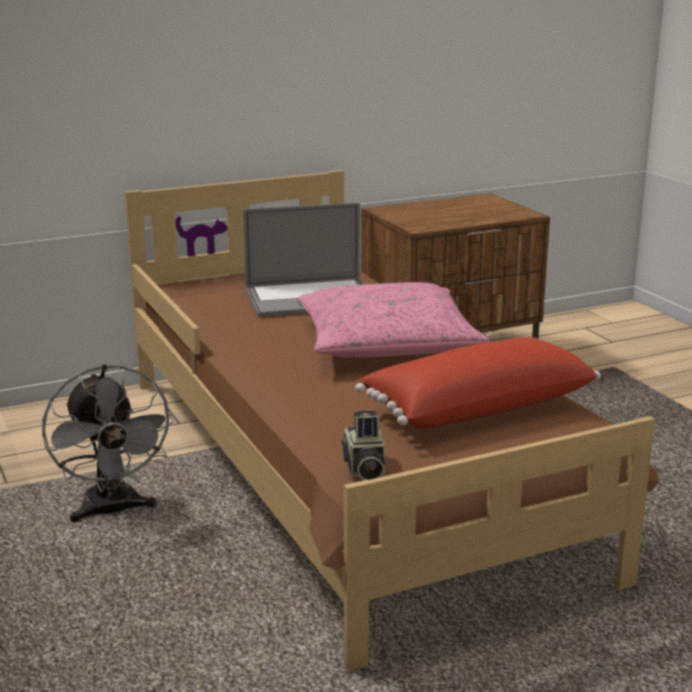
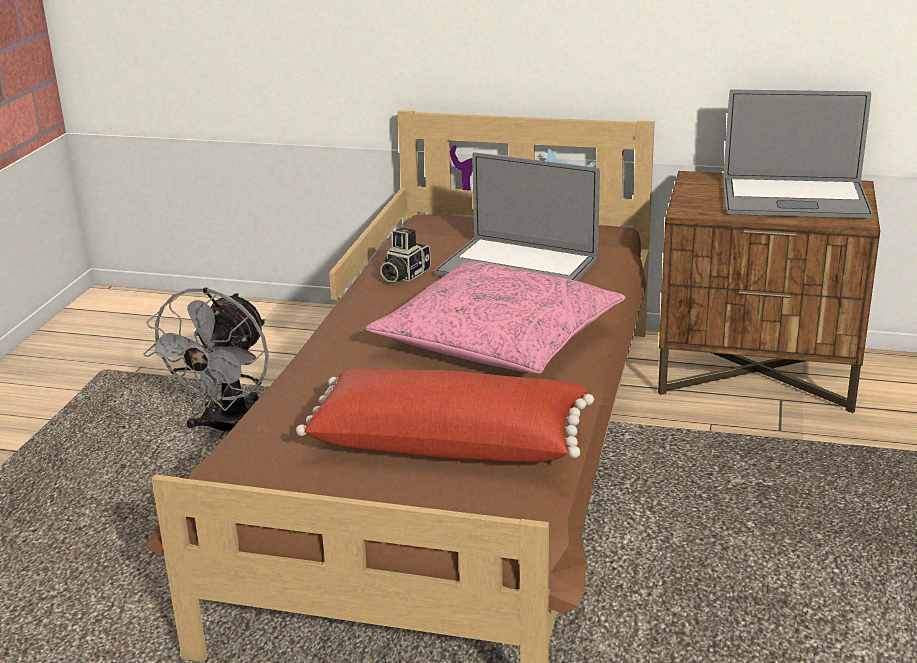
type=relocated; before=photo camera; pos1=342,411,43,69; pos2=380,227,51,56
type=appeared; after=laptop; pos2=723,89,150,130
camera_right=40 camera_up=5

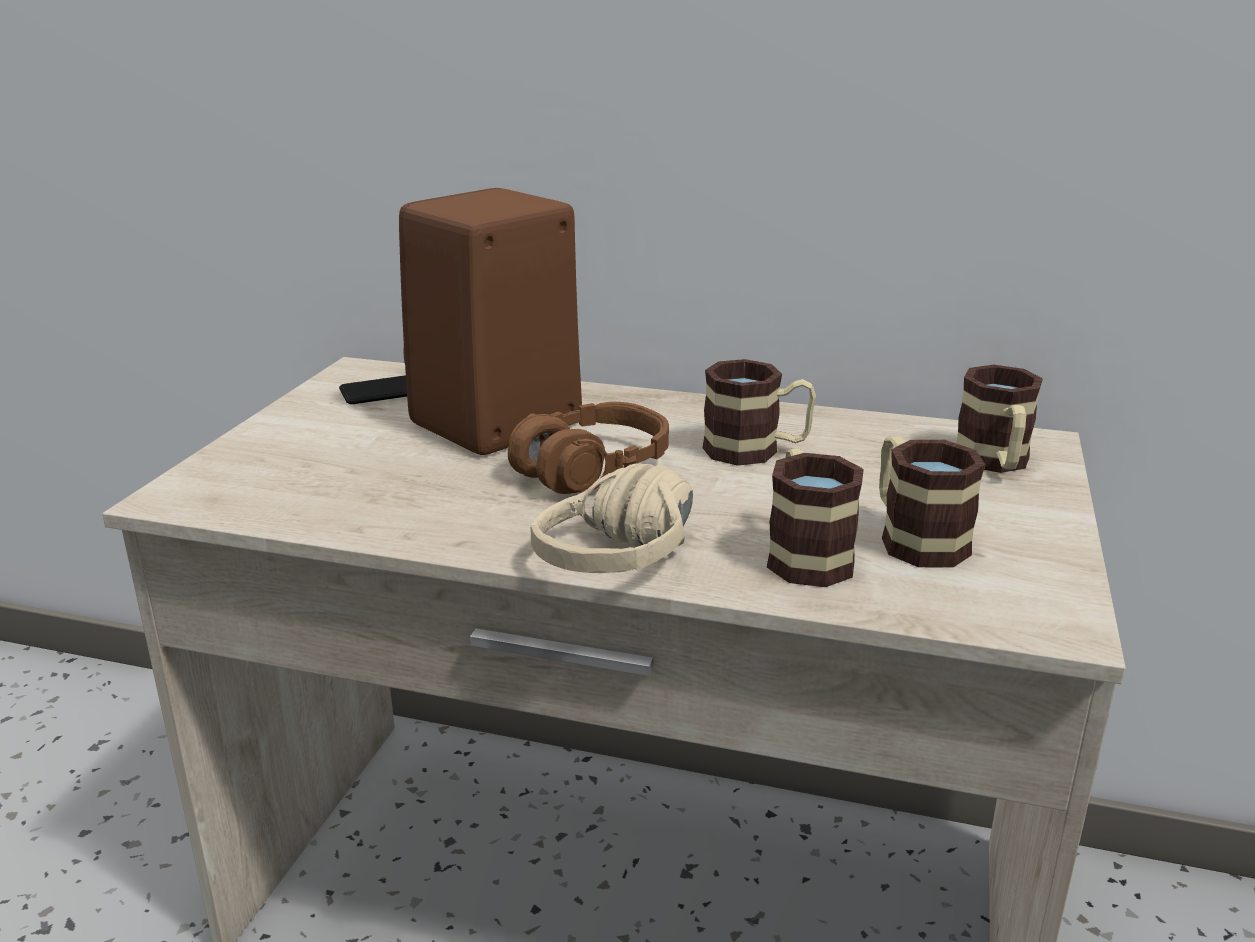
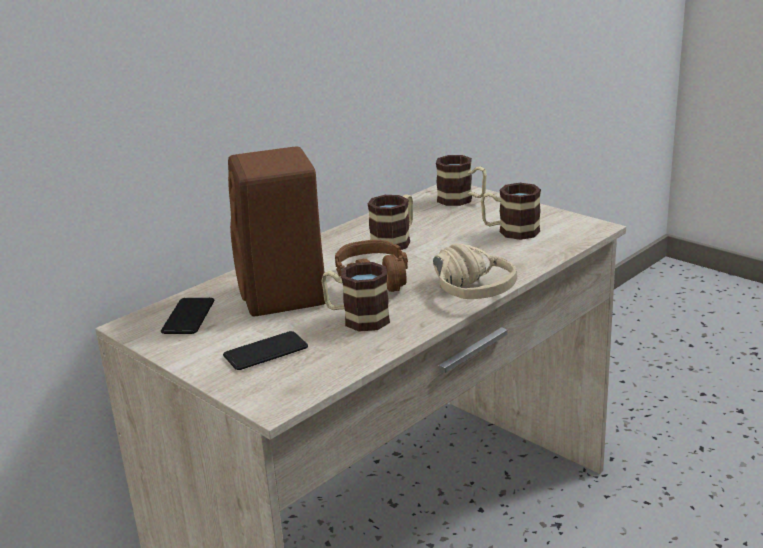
type=relocated; before=mug; pos1=767,449,97,138; pos2=321,262,69,70
type=appeared; after=phone; pos2=223,331,85,39
camera_right=-60 camera_up=0

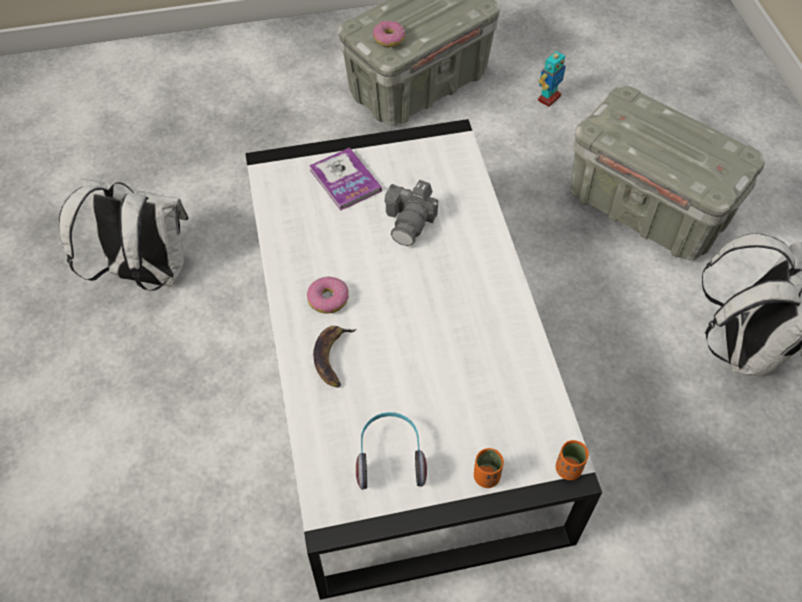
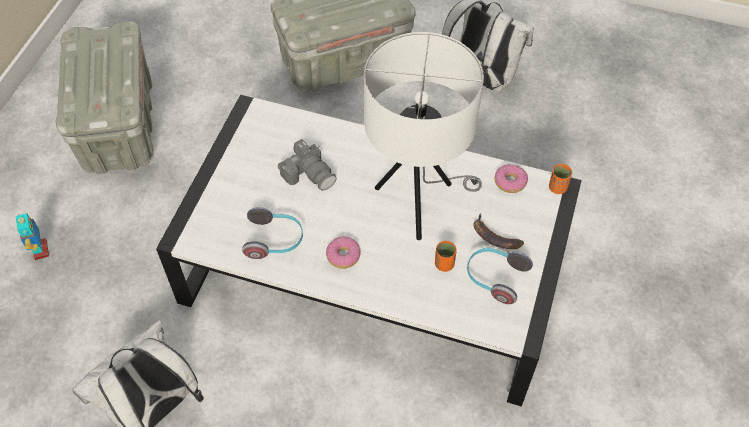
type=missing; before=book; pos1=309,147,73,63
type=relocated; before=banana; pos1=313,326,43,62; pos2=473,213,51,36
type=relocated; before=donut; pos1=373,21,32,26; pos2=494,164,34,29
type=relocated; before=orange cup; pos1=474,448,30,40; pos2=435,241,22,31
type=relocated; before=toy robot; pos1=538,49,28,58; pos2=16,213,33,47
type=appeared; after=headphones; pos2=242,207,61,52
type=appeared; after=white table lamp; pos2=364,32,120,208
camera_right=-60 camera_up=0

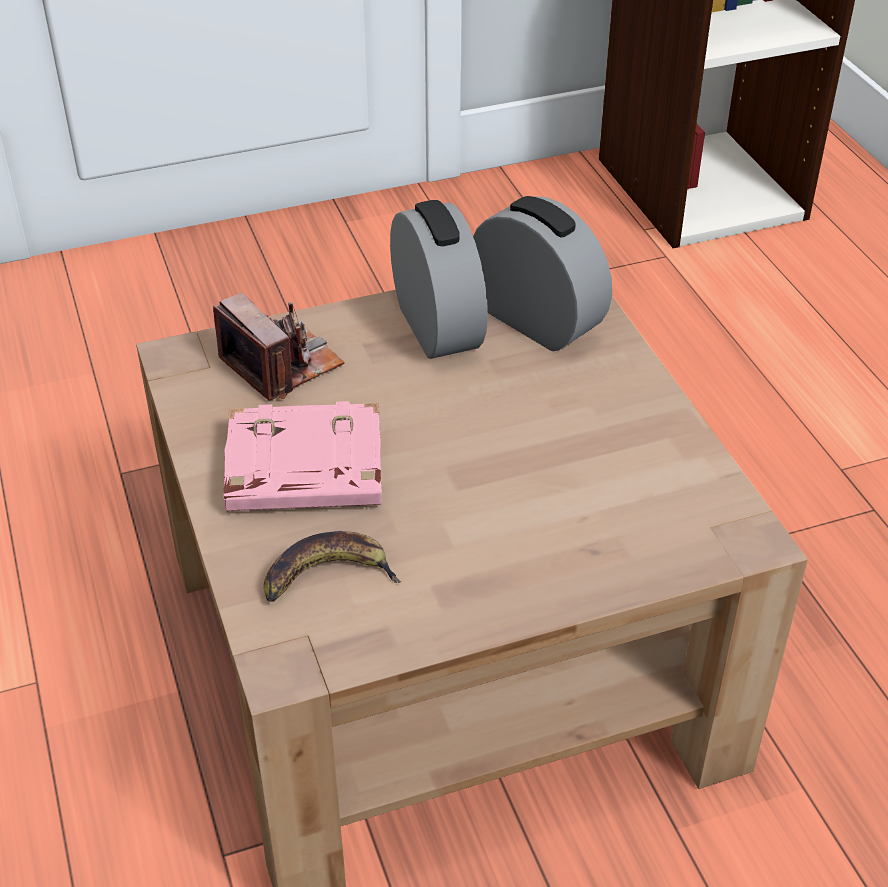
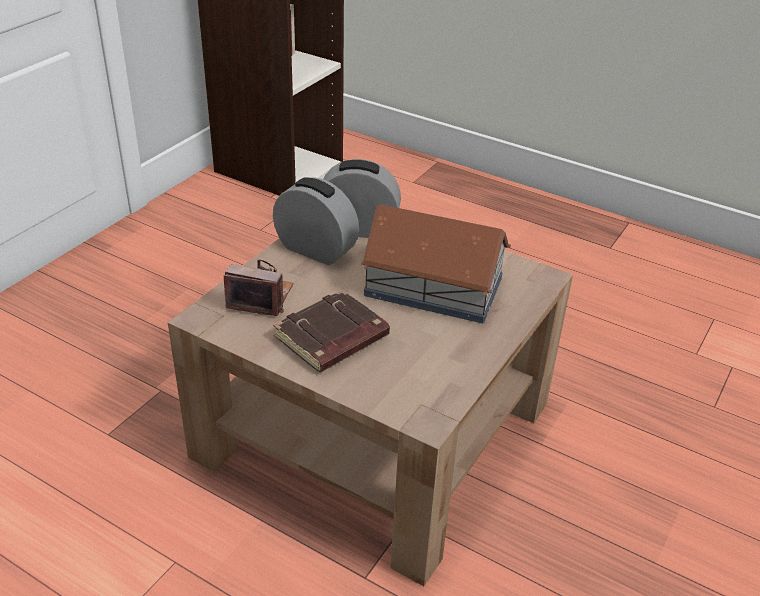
type=colour; before=pink book; after=brown book; pos1=224,401,158,110; pos2=273,290,117,82
type=missing; before=banana; pos1=264,531,137,71
type=appeared; after=toy house; pos2=360,204,151,120
camera_right=-40 camera_up=-5

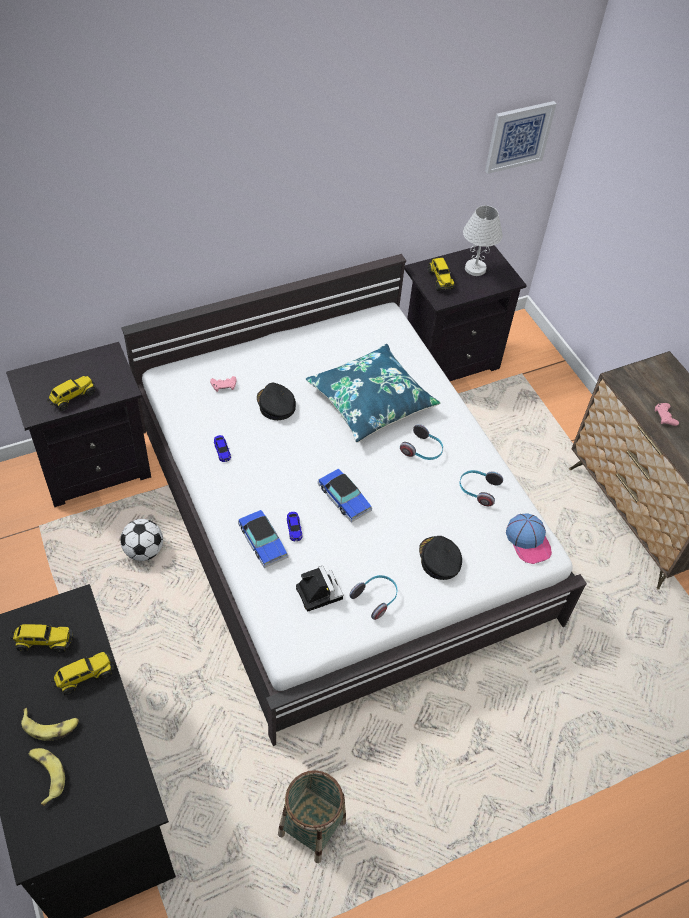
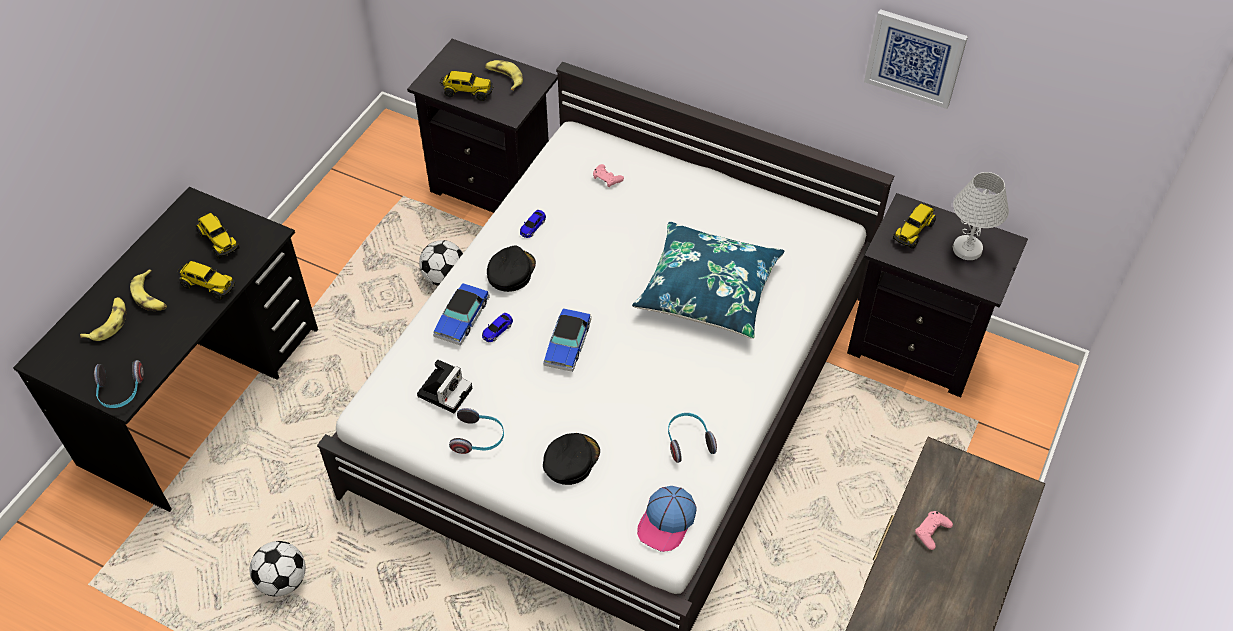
type=relocated; before=black cap; pos1=257,383,39,37; pos2=487,246,49,46
type=exchanged; before=basket; after=football; pos1=278,770,68,93; pos2=249,541,57,55
type=relocated; before=headphones; pos1=400,424,43,36; pos2=94,360,50,48
type=relocated; before=picture; pos1=485,101,71,73; pos2=864,9,104,100
type=appeared; after=banana; pos2=485,60,38,30
camera_right=55 camera_up=0

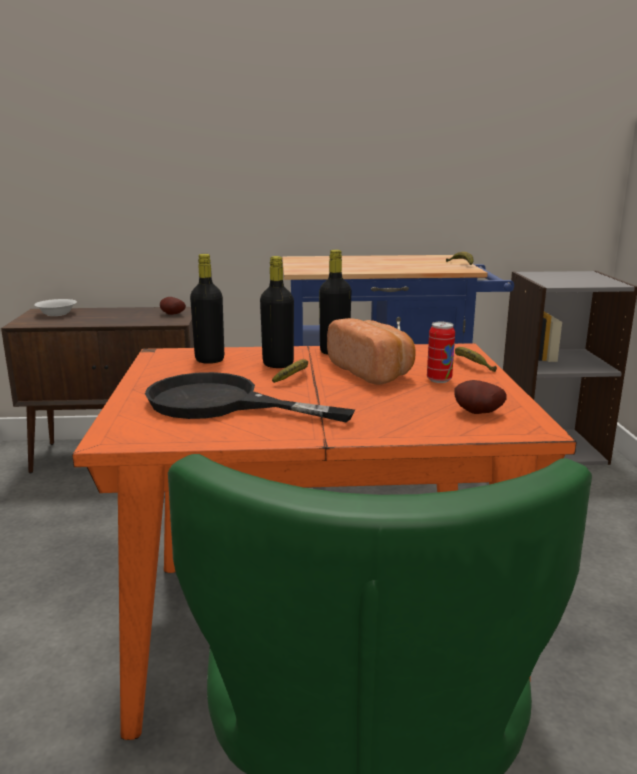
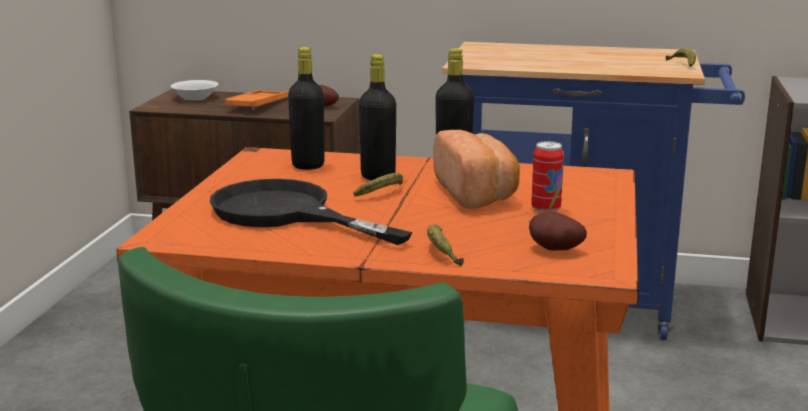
type=relocated; before=banana; pos1=455,347,42,25; pos2=427,224,37,42
type=appeared; after=orange tray; pos2=225,90,64,20
camera_right=15 camera_up=0

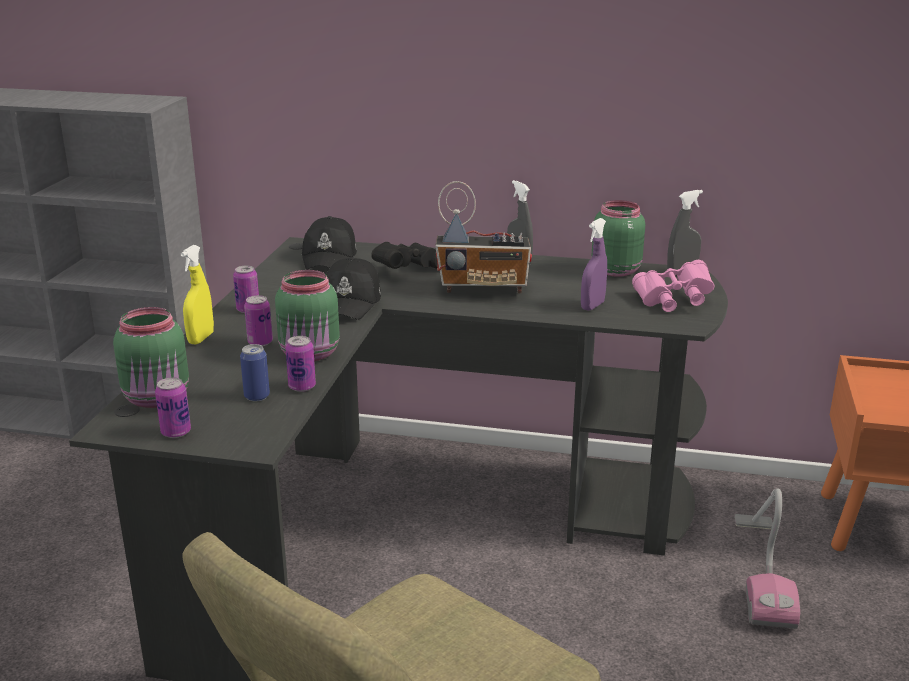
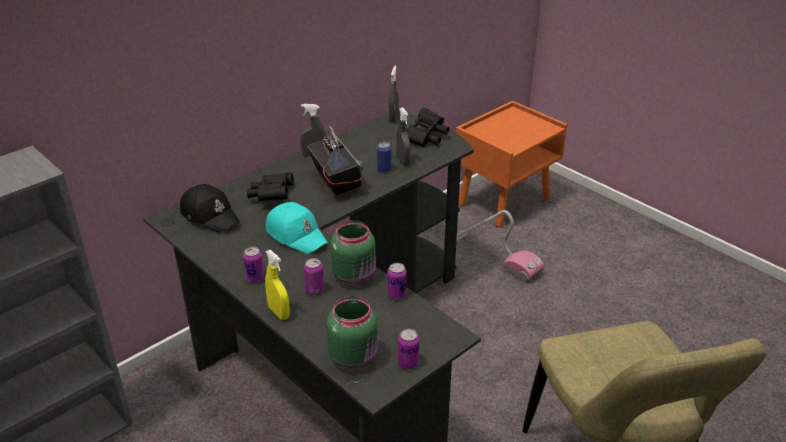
type=relocated; before=can; pos1=240,344,30,57; pos2=377,142,14,31
type=colour; before=black cap; after=turquoise cap; pos1=326,257,55,63; pos2=266,202,62,52
type=spun; before=radio; pos1=435,181,97,112; pos2=307,126,57,72; turn=-60
type=colour; before=purple spray bottle; after=grey spray bottle; pos1=581,218,26,93; pos2=396,108,15,58
type=missing; before=green jar; pos1=592,200,53,77
type=colour; before=pink binoculars; after=black binoculars; pos1=632,260,82,52; pos2=406,108,43,39
camera_right=-55 camera_up=10

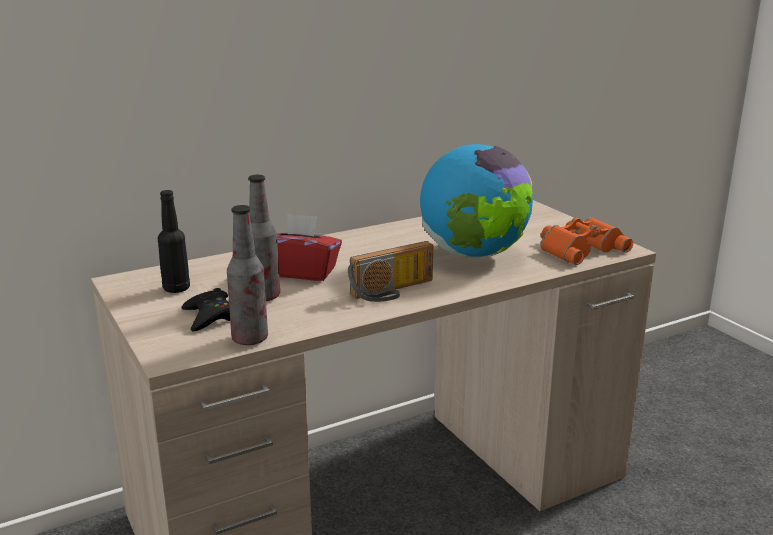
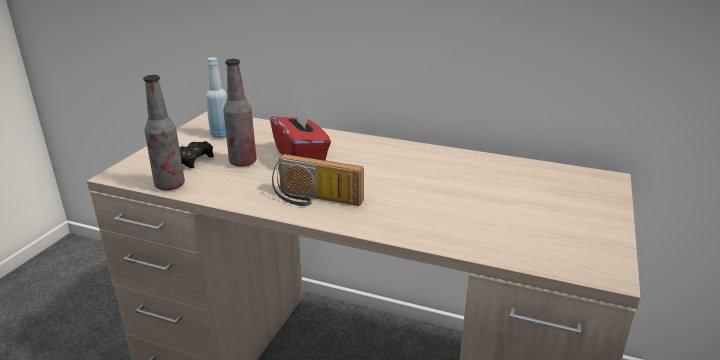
type=colour; before=black bottle; after=blue bottle; pos1=158,190,32,103; pos2=206,57,21,81
type=missing; before=globe; pos1=420,144,113,114
type=missing; before=orange binoculars; pos1=541,217,92,48
camera_right=50 camera_up=5

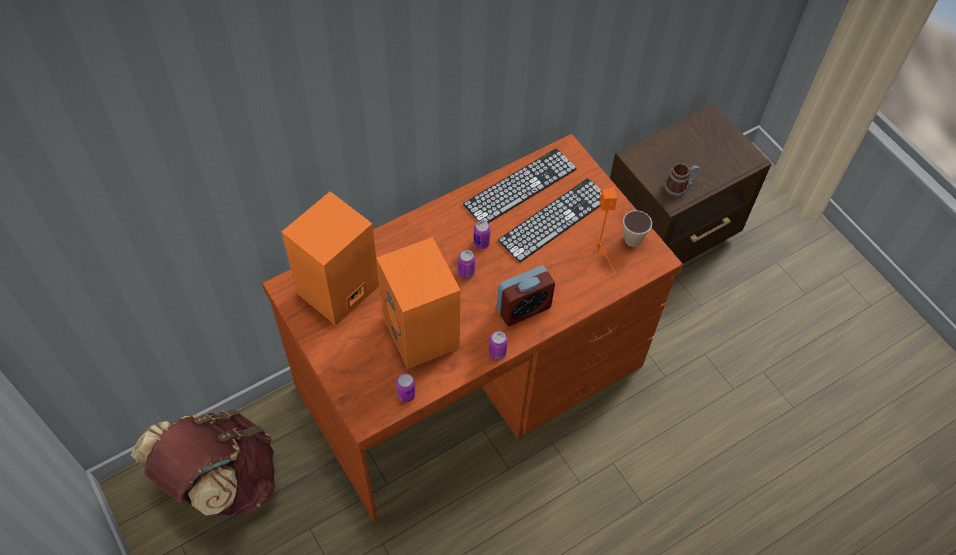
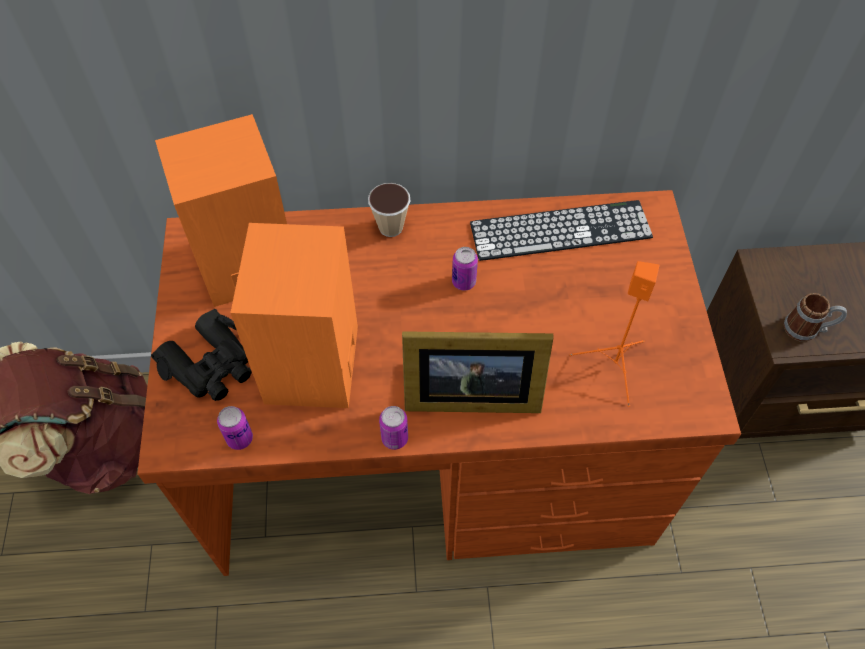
type=missing; before=can; pos1=458,249,17,30
type=exchanged; before=alarm clock; after=picture frame; pos1=497,265,58,61; pos2=402,331,152,82
type=missing; before=keyboard; pos1=498,178,104,85
type=relocated; before=cup; pos1=623,210,29,37; pos2=368,183,42,54
type=appeared; after=black binoculars; pos2=151,309,101,92
camera_right=30 camera_up=0

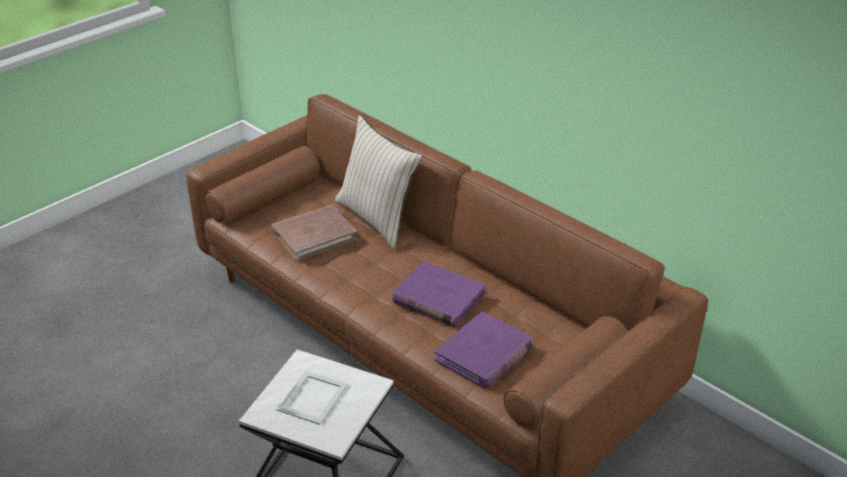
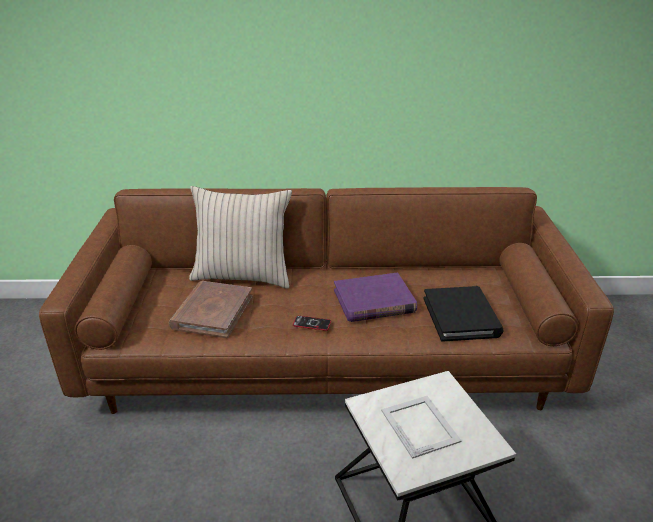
type=colour; before=purple book; after=black book; pos1=435,311,99,77; pos2=424,286,80,56
type=appeared; after=phone; pos2=293,315,38,16
camera_right=-45 camera_up=-5

